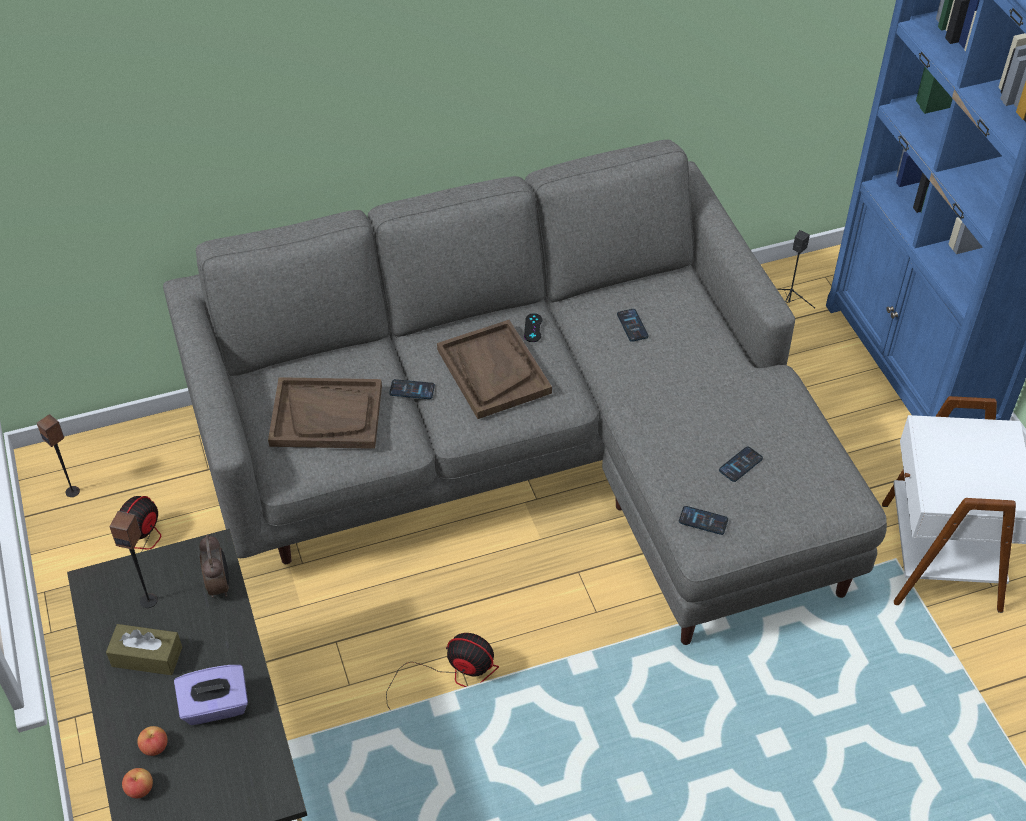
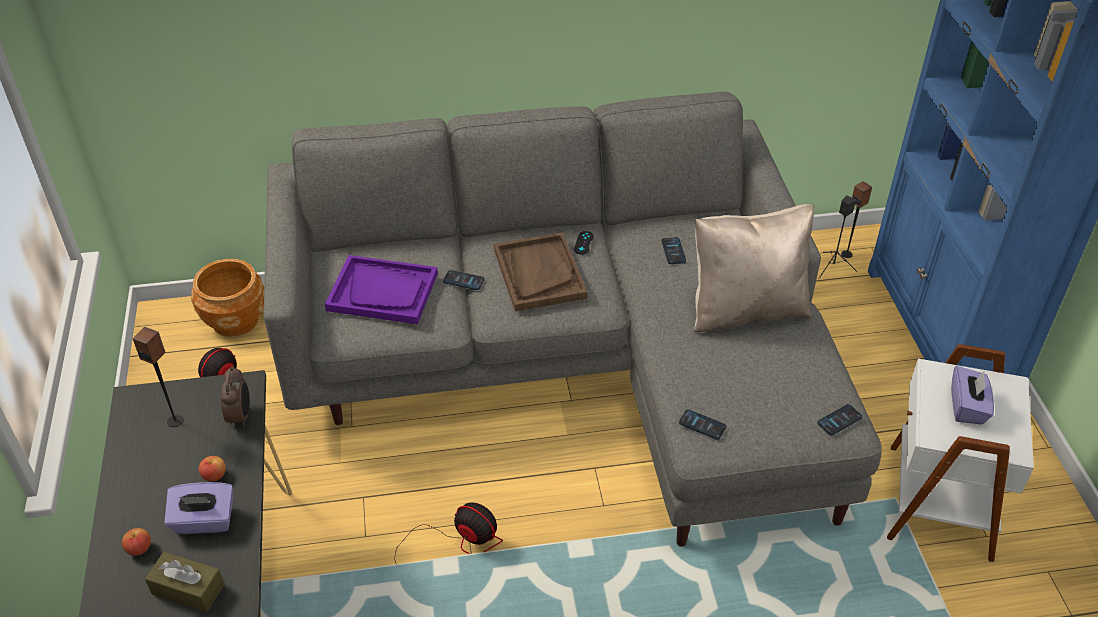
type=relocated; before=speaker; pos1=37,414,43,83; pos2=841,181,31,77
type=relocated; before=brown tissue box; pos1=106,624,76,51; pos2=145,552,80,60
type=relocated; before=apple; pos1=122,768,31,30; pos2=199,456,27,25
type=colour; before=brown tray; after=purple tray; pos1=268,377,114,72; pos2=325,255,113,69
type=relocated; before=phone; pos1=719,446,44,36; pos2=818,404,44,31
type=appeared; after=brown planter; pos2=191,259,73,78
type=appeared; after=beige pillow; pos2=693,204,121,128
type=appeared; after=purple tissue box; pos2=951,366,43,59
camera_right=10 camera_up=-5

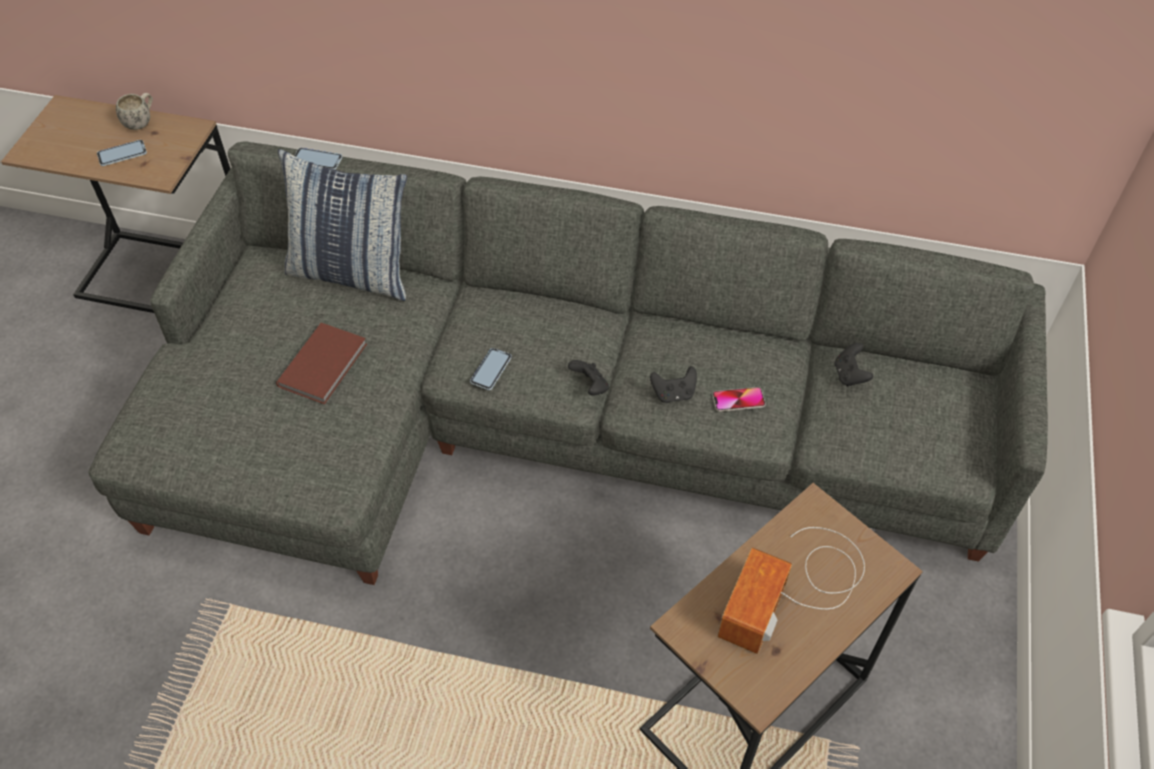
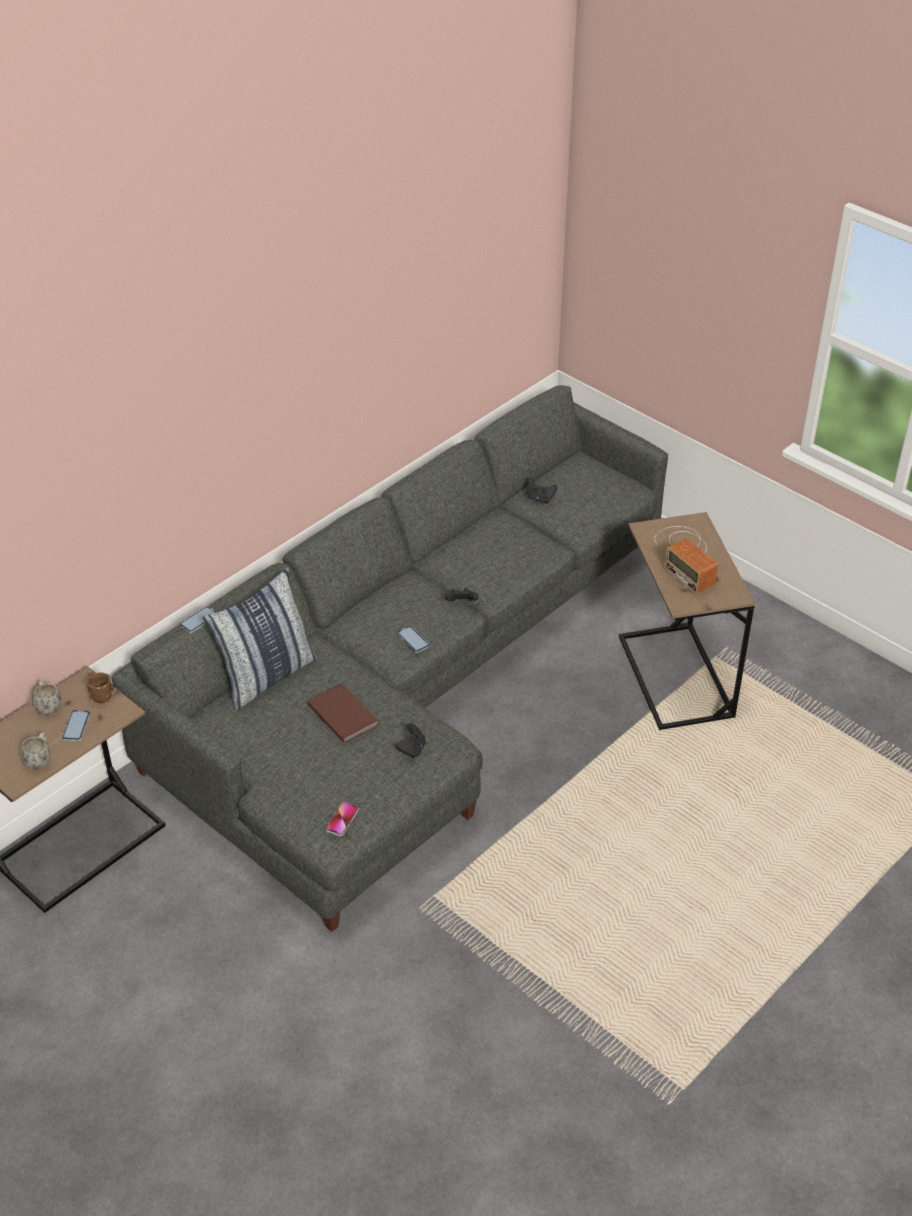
type=relocated; before=black game controller; pos1=650,366,47,37; pos2=396,723,30,35
type=relocated; before=phone; pos1=712,387,54,25; pos2=325,802,34,34
type=appeared; after=white mug; pos2=20,733,30,36
type=appeared; after=brown mug; pos2=86,672,28,31
camera_right=-60 camera_up=-10

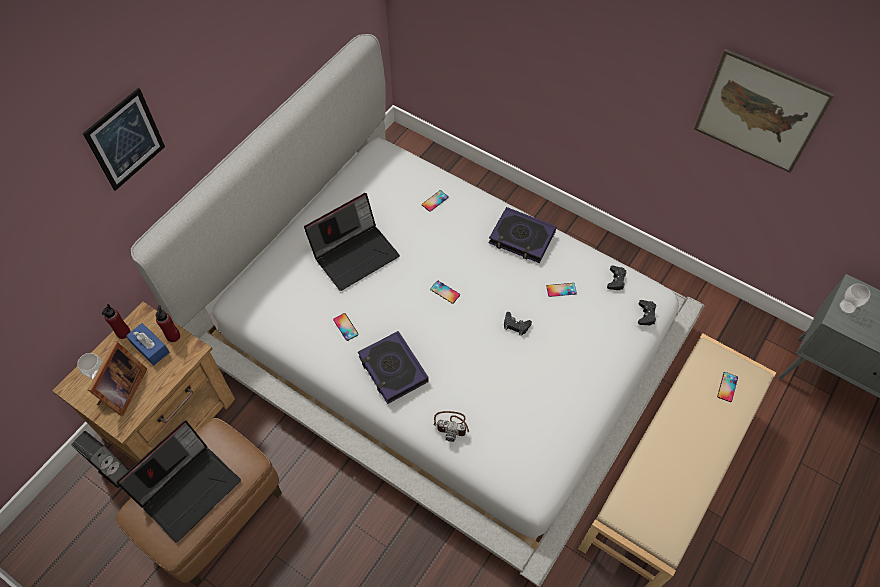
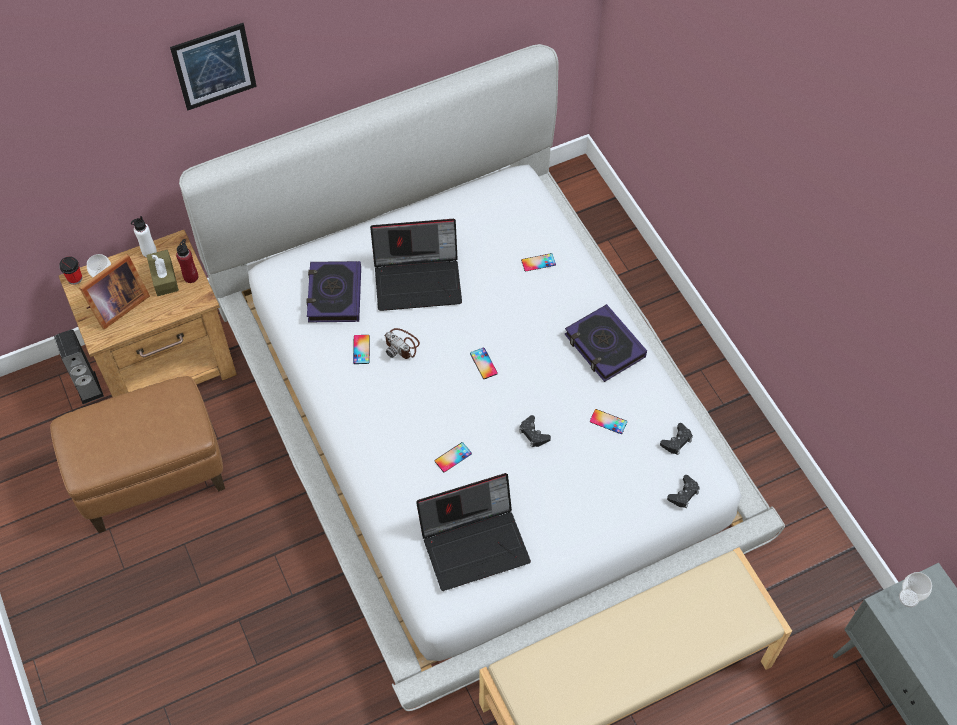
type=colour; before=red bottle; after=white bottle; pos1=102,304,29,35; pos2=131,216,26,41
type=relocated; before=laptop; pos1=117,421,124,122; pos2=416,473,115,118
type=colour; before=blue tissue box; after=brown tissue box; pos1=126,323,44,43; pos2=146,250,33,46
type=relocated; before=book; pos1=358,331,71,73; pos2=306,261,55,61
type=relocated; before=photo camera; pos1=434,411,35,31; pos2=384,328,36,31
type=missing; before=picture; pos1=694,49,141,124
type=relocated; before=phone; pos1=717,372,21,30; pos2=435,442,37,30
type=appeared; after=cup; pos2=59,256,23,29
camera_right=30 camera_up=0

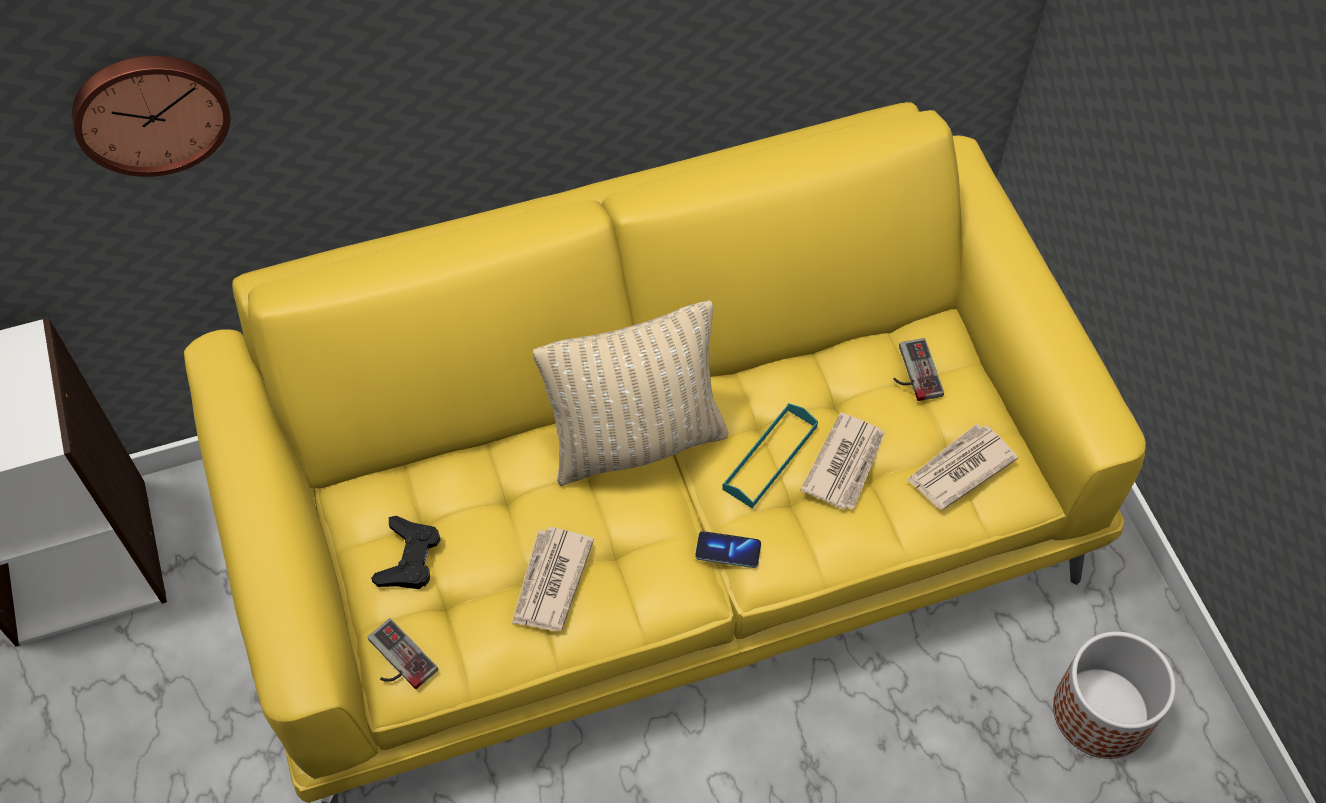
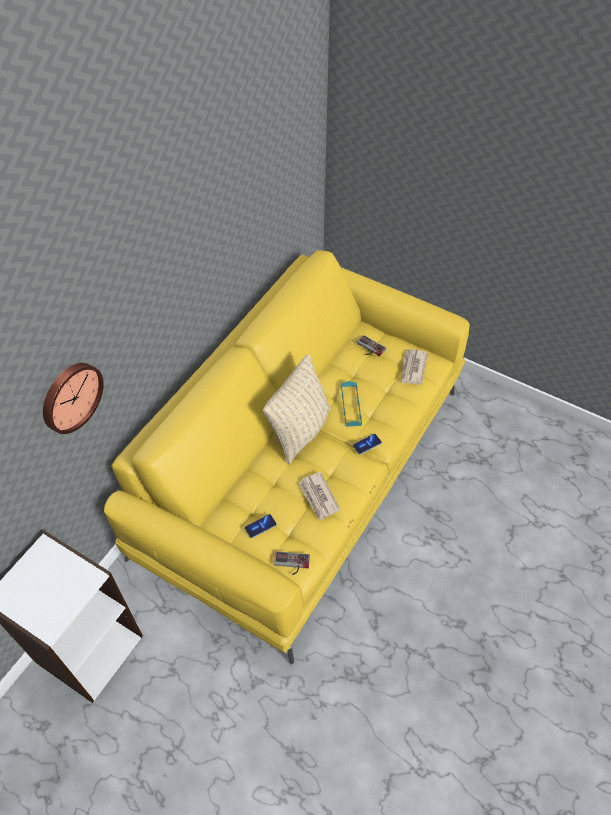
type=exchanged; before=black game controller; after=phone; pos1=371,516,70,73; pos2=245,514,32,24
type=missing; before=newspaper; pos1=801,412,84,98
type=missing; before=planter; pos1=1053,631,123,128
camera_right=-40 camera_up=-5

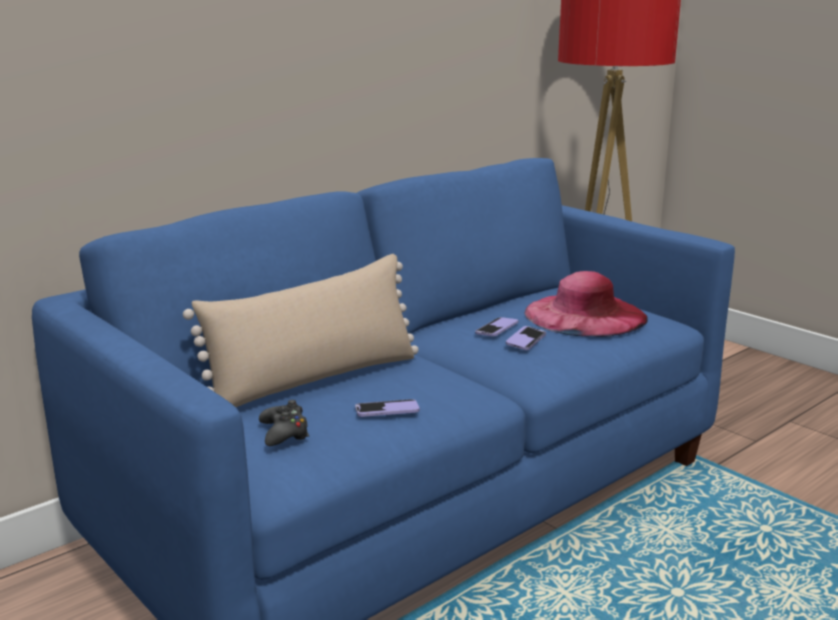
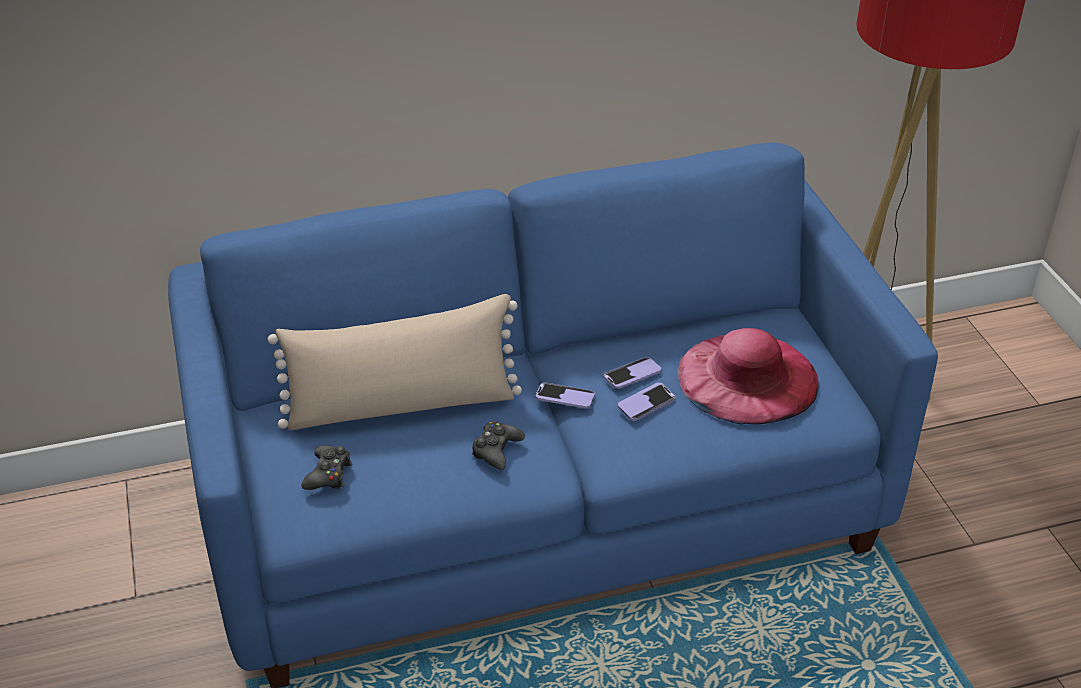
type=relocated; before=phone; pos1=355,399,65,18; pos2=536,382,59,27
type=appeared; after=black game controller; pos2=472,421,53,49
camera_right=25 camera_up=20

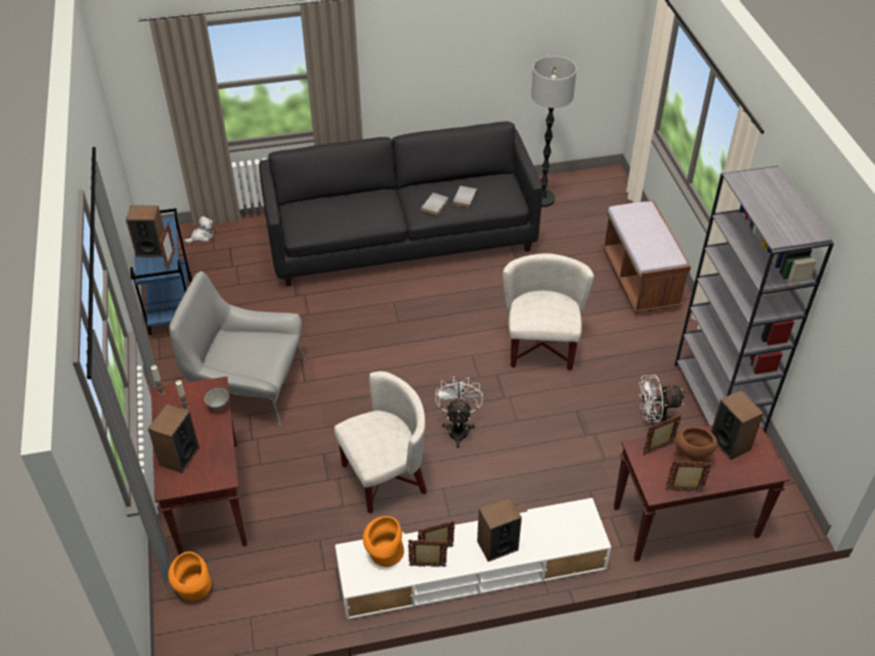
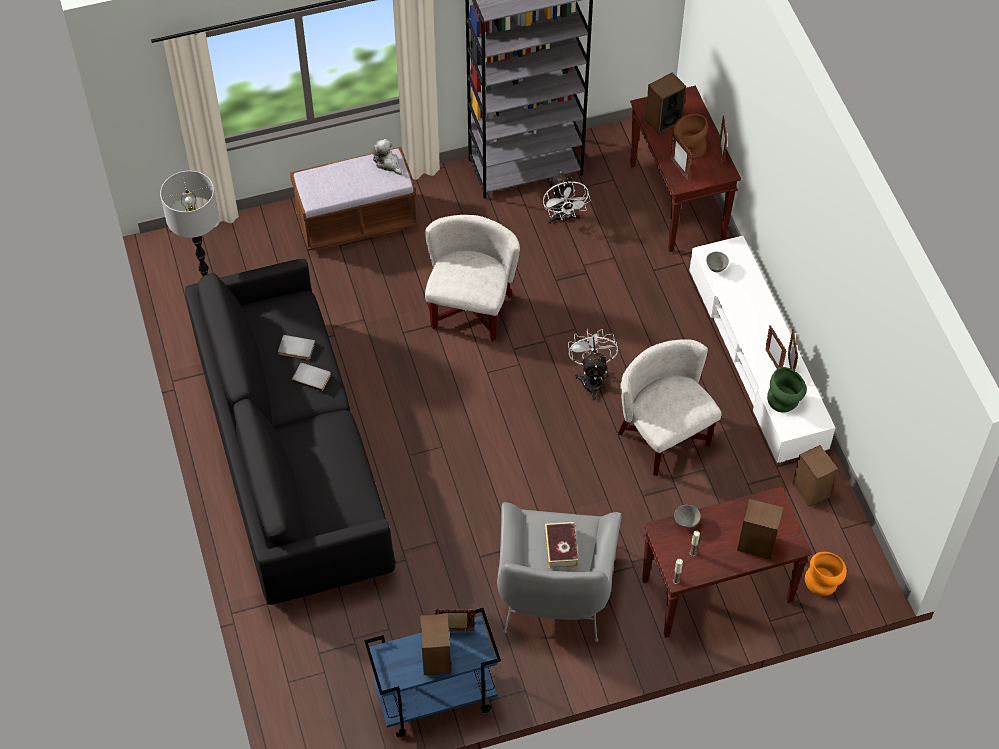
type=relocated; before=plush toy; pos1=184,216,30,27; pos2=372,139,30,36
type=colour; before=orange vase; after=green vase; pos1=363,516,41,51; pos2=767,367,40,46
type=spun; before=white fan; pos1=435,376,48,72; pos2=568,329,50,71; turn=90
type=relocated; before=speaker; pos1=477,497,45,65; pos2=792,445,46,62
type=spun; before=white armchair; pos1=503,253,91,118; pos2=425,215,95,126; turn=105
type=appeared; after=book; pos2=545,522,33,47
type=appeared; after=grey bowl; pos2=706,252,23,20
camera_right=-95 camera_up=10

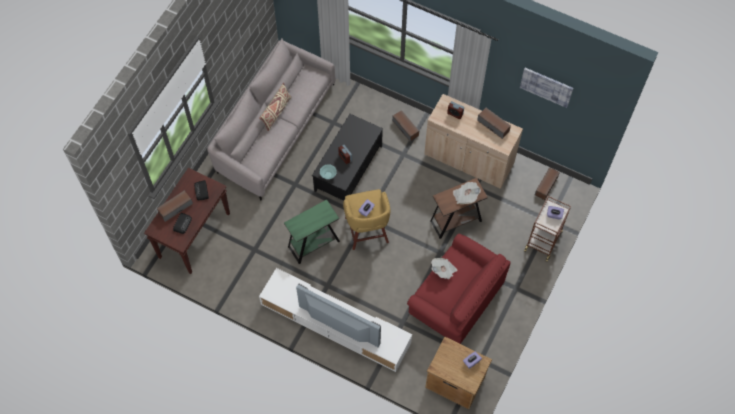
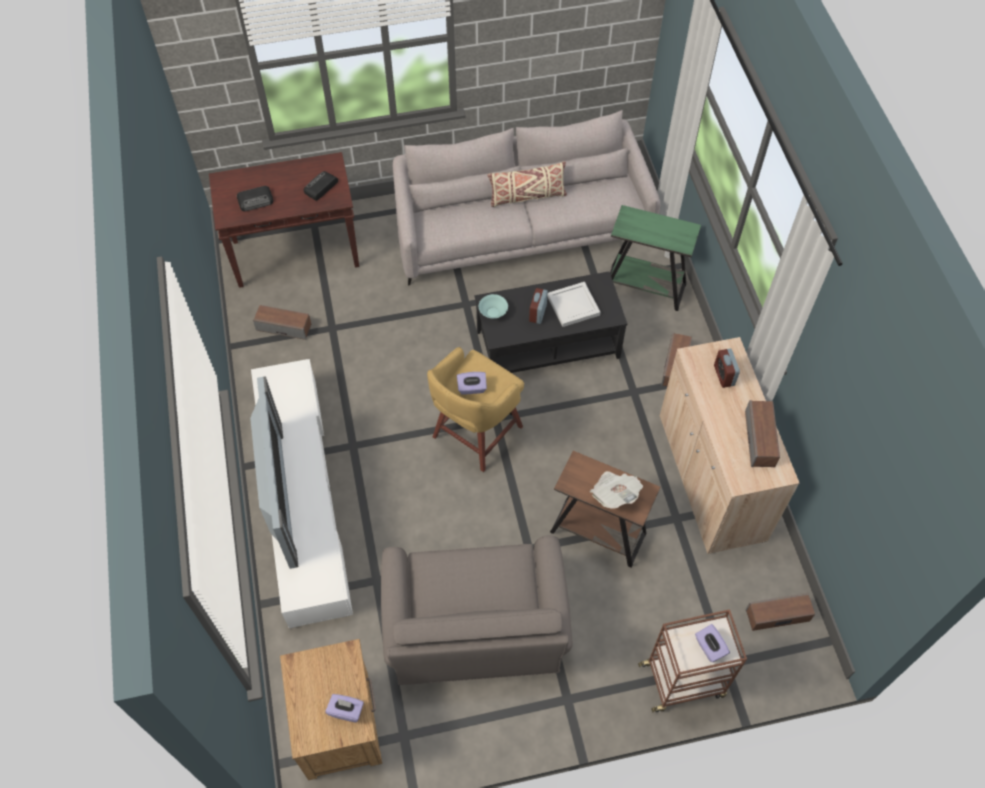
type=relocated; before=speaker; pos1=157,191,36,31; pos2=253,305,58,35
type=relocated; before=green side table; pos1=284,199,56,65; pos2=610,205,91,106
type=colour; before=red armchair; after=grey armchair; pos1=407,233,103,111; pos2=381,535,191,150
type=missing; before=newspaper; pos1=431,258,26,21
type=missing; before=picture; pos1=520,68,53,40
type=appeared; after=white tray; pos2=547,282,53,45
camera_right=50 camera_up=-5

